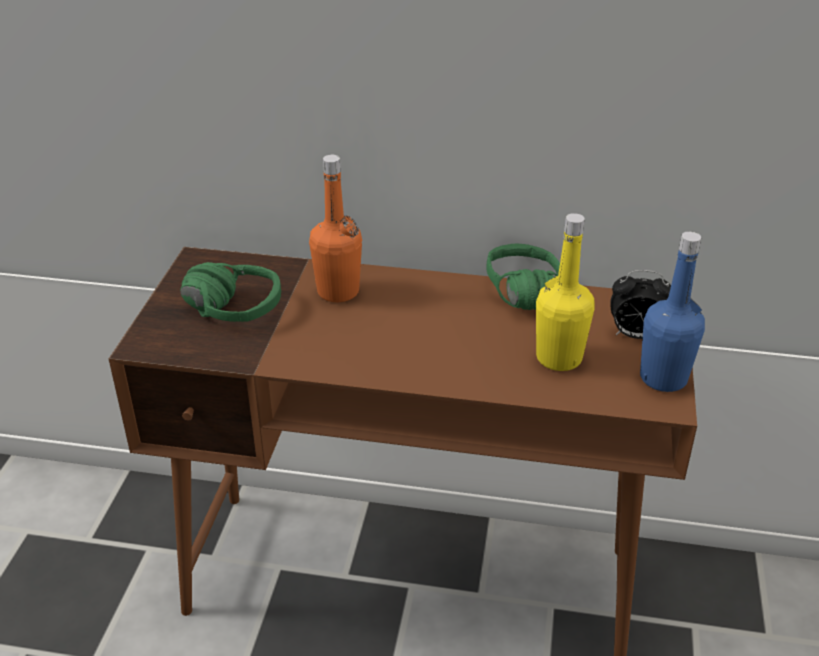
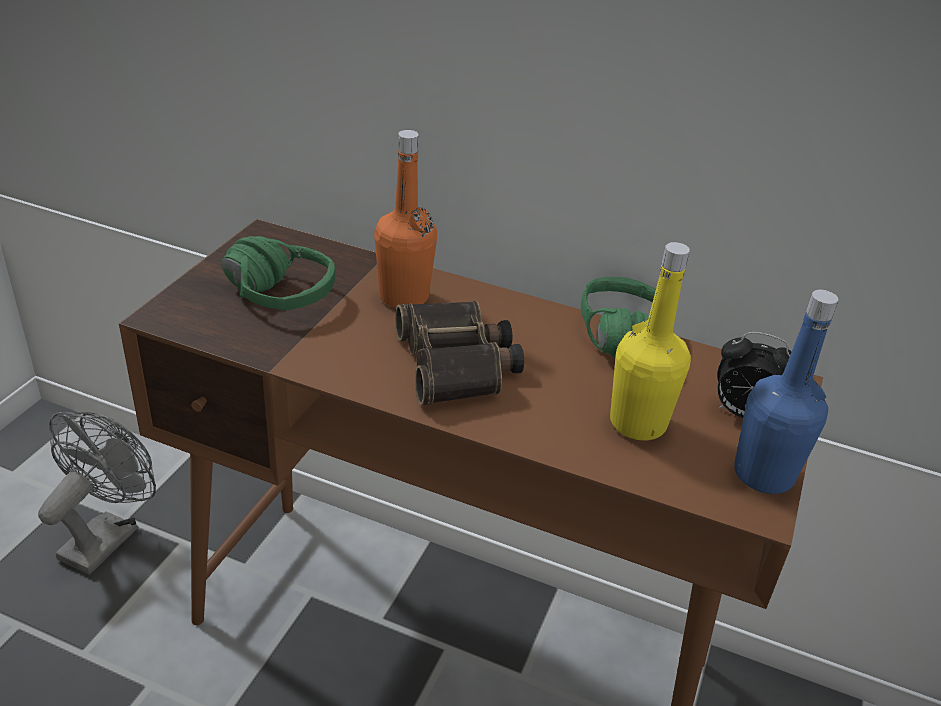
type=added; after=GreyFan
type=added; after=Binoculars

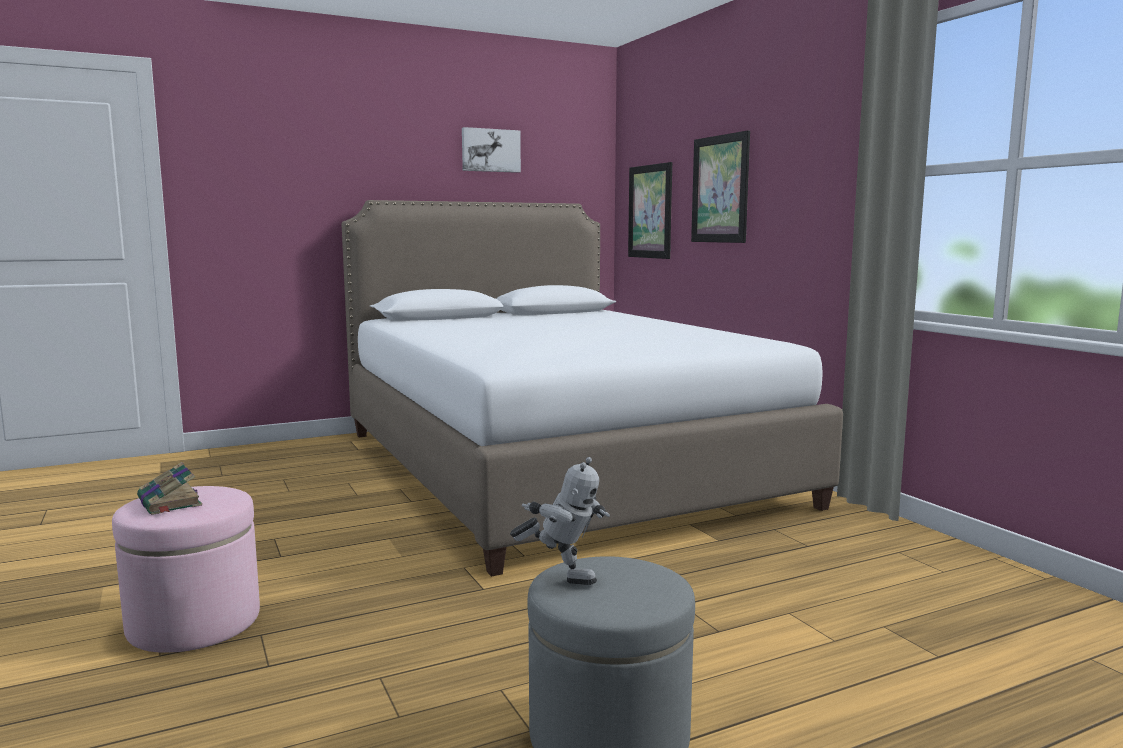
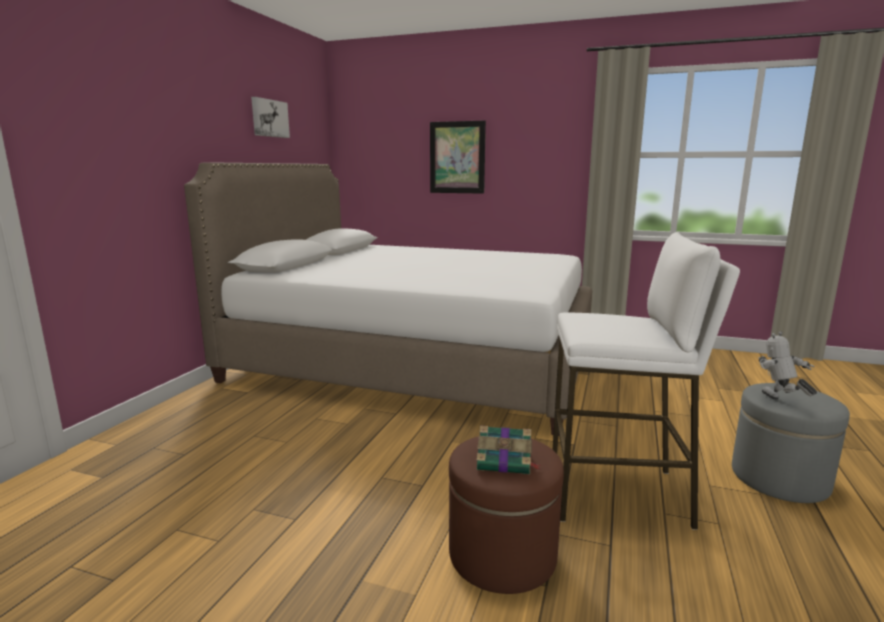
type=recoloured; before=PinkOttoman; after=BrownOttoman
type=turned; before=ToyRobot; turn=-90
type=removed; before=Picture (2nd from left)
type=added; after=WhiteStool

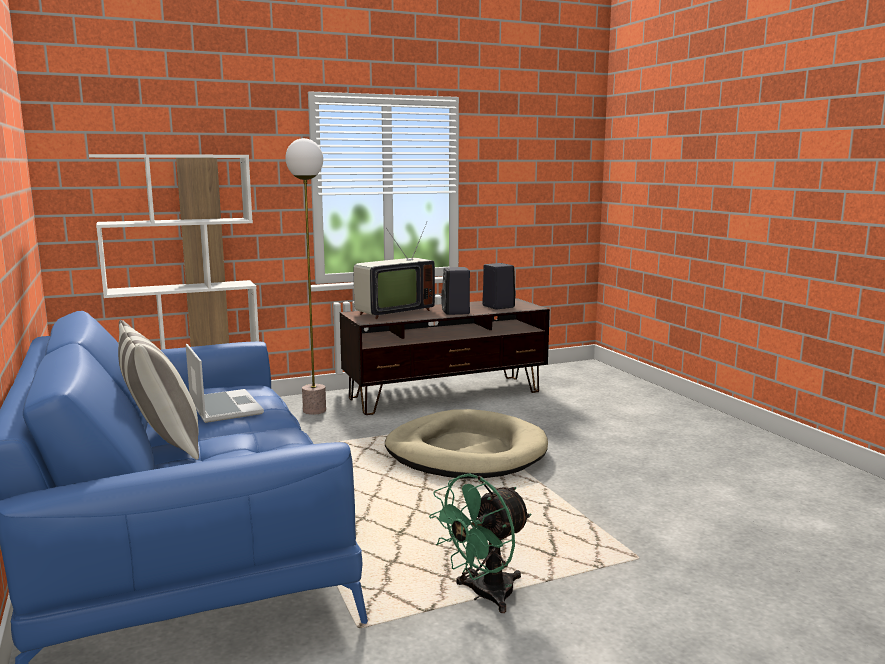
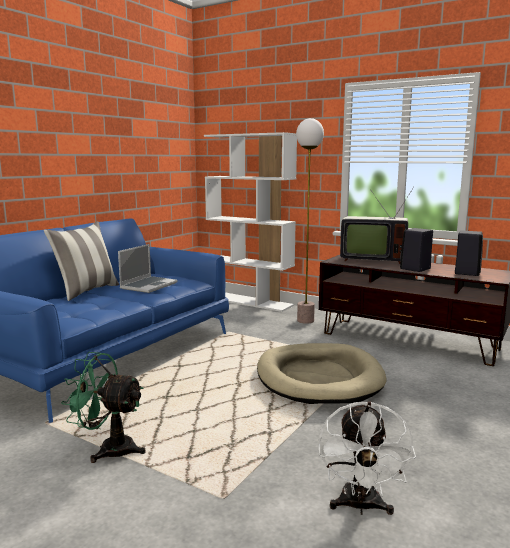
type=added; after=WhiteFan

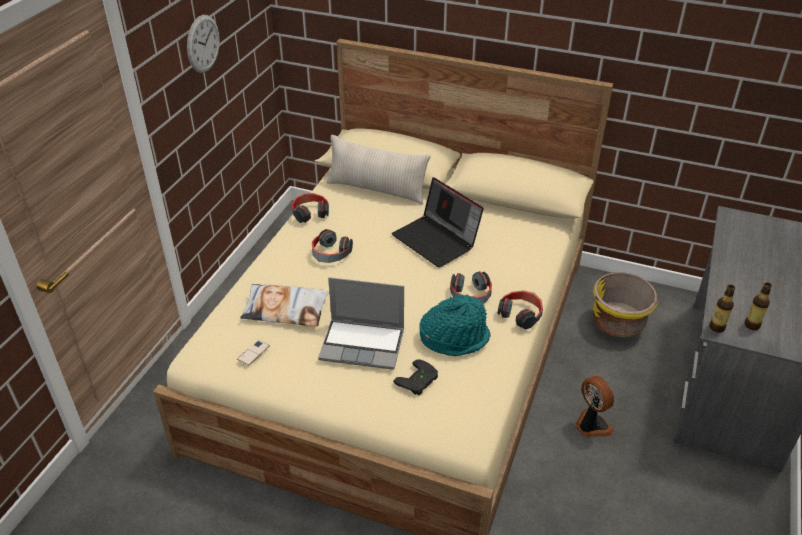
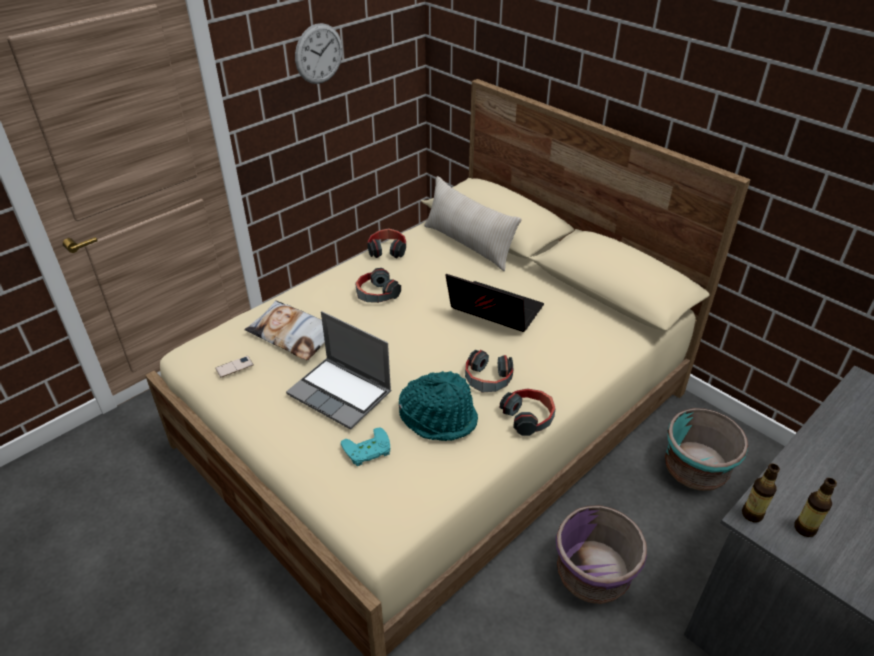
type=turned; before=Laptop (2nd from left); turn=135
type=recoloured; before=BlackGameController; after=TurquoiseGameController
type=replaced; before=Fan; after=PurplePlanter
type=recoloured; before=YellowPlanter; after=TurquoisePlanter

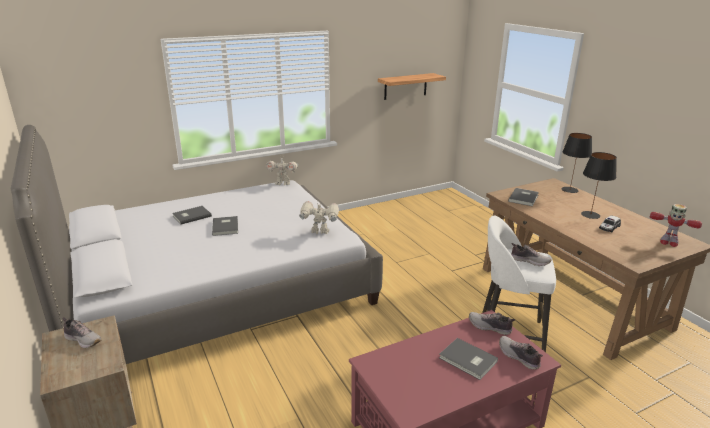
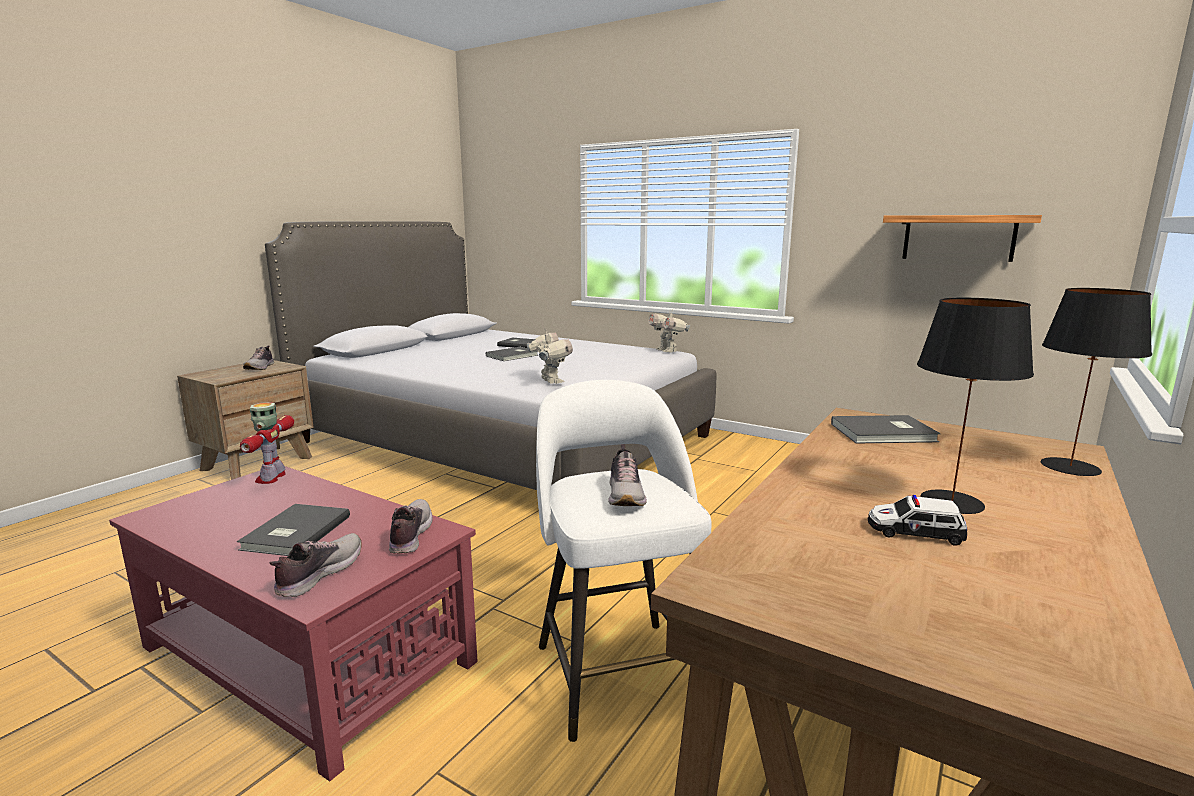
type=moved; before=ToyRobot (3rd from left in the first image); after=ToyRobot (1st from left)

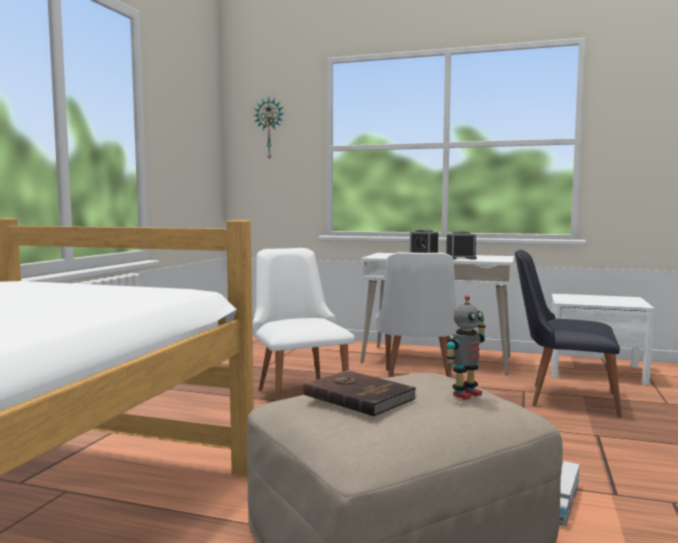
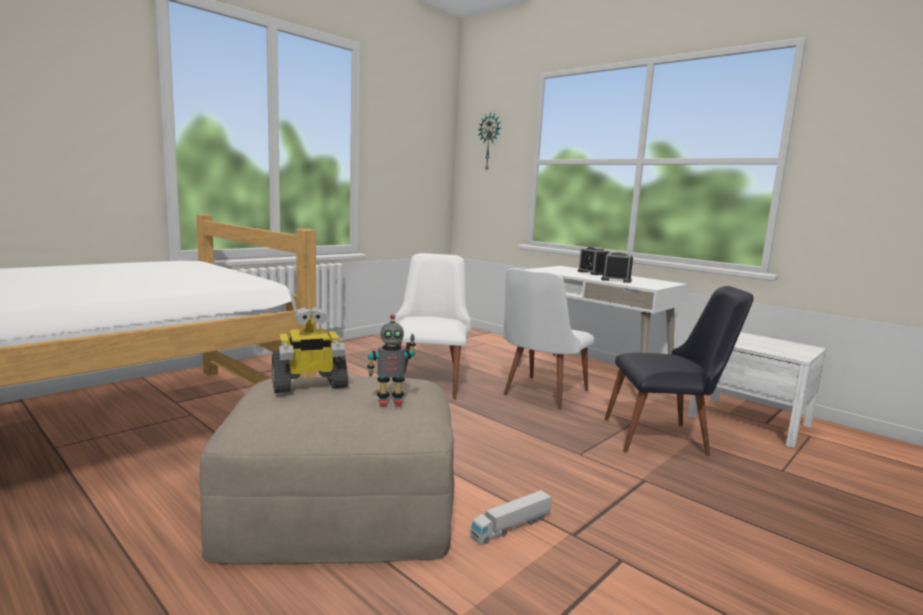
type=replaced; before=BrownBook; after=ToyRobot (1st from left)
type=turned; before=BlackChair; turn=135

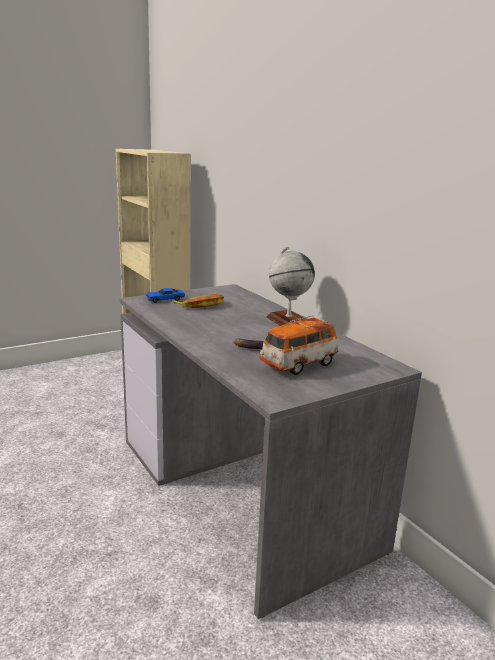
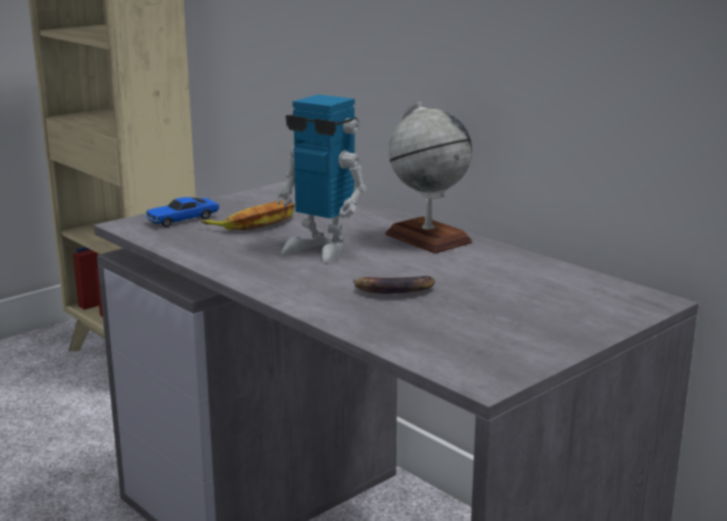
type=removed; before=ToyCar (2nd from left)
type=added; after=ToyRobot

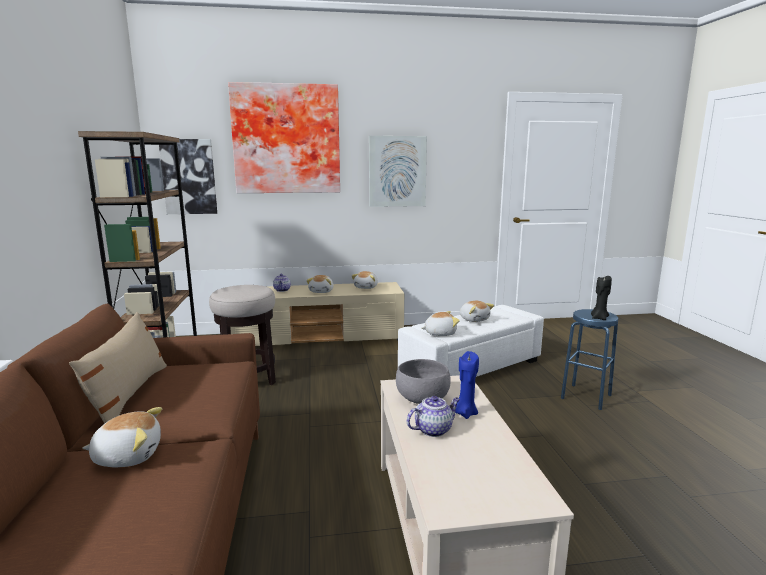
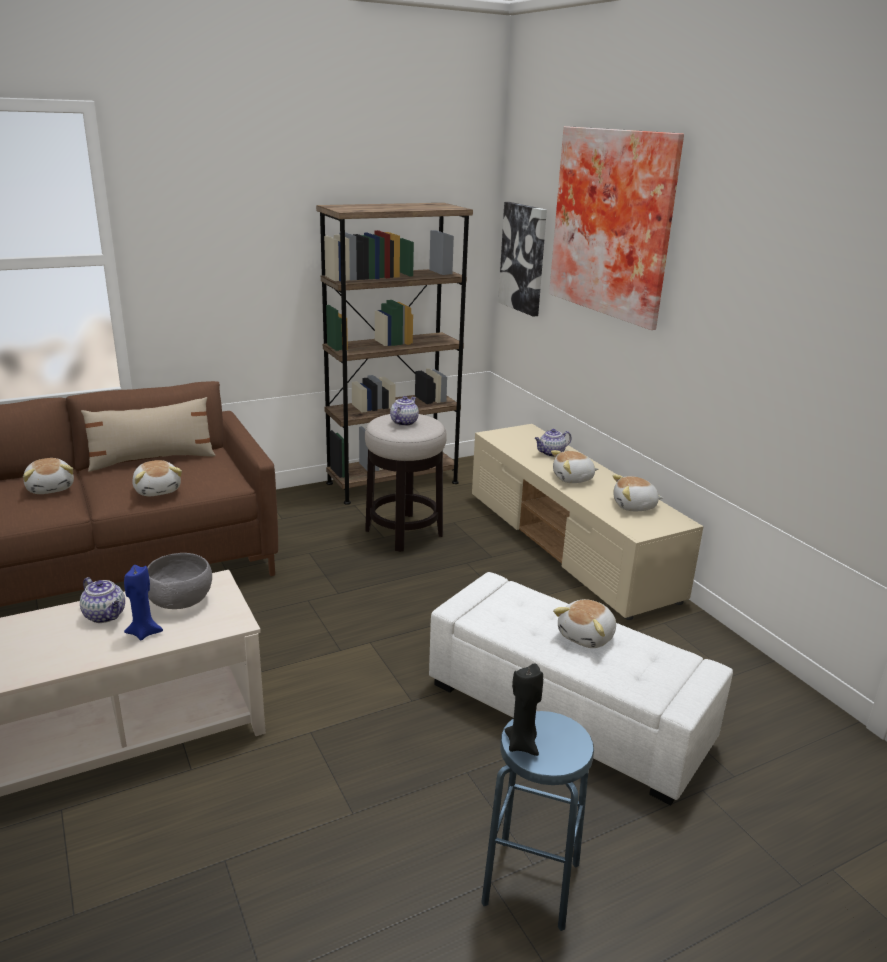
type=removed; before=Picture (3rd from left)
type=moved; before=PlushToy (4th from left in the first image); after=PlushToy (2nd from left)
type=added; after=Teapot (2nd from left)

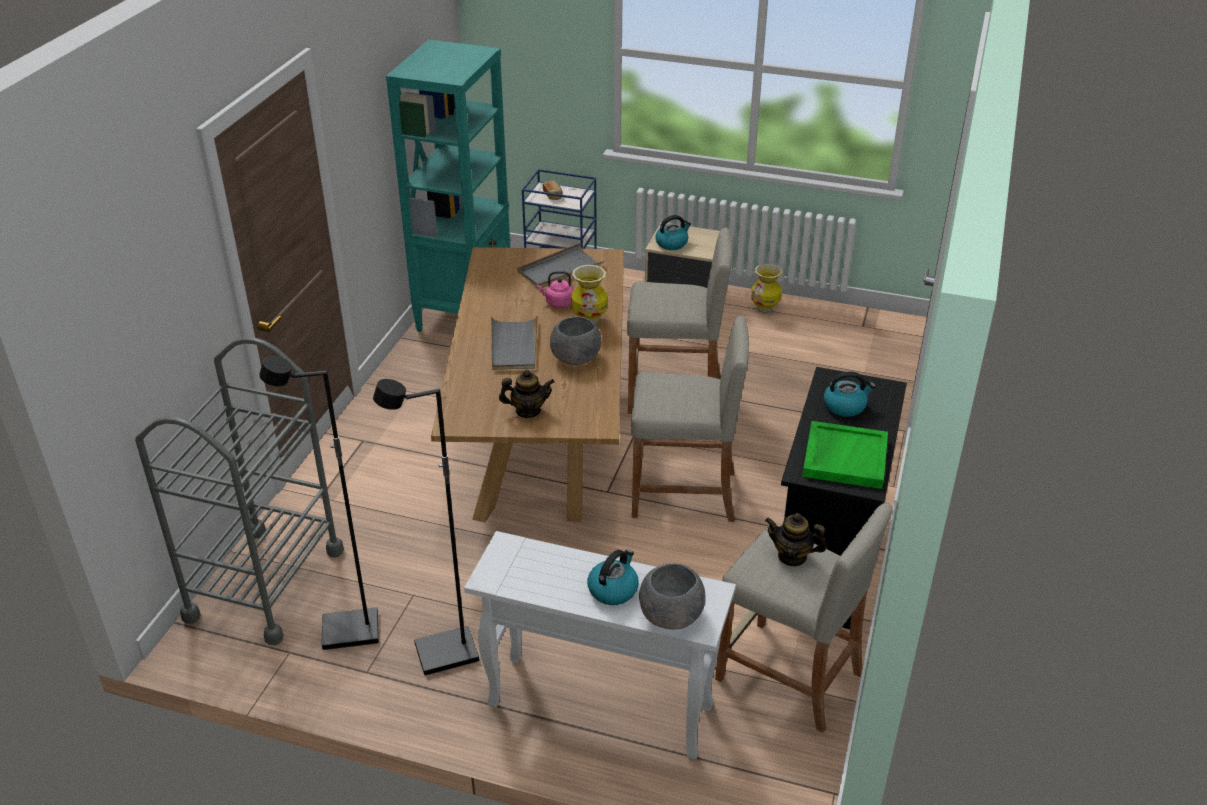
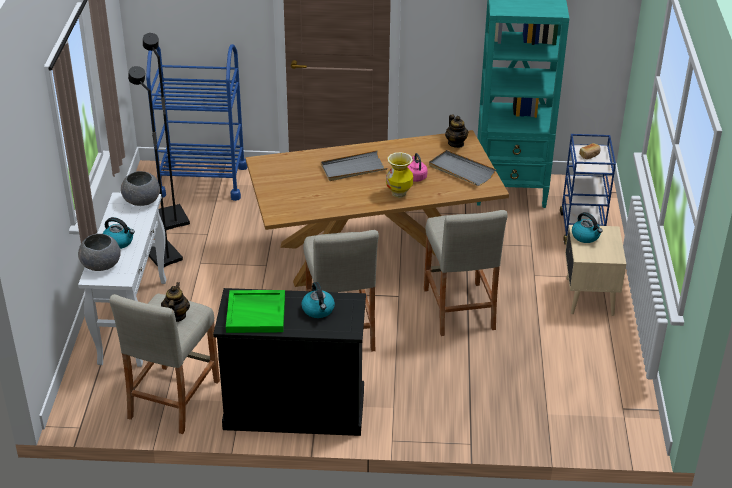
type=recoloured; before=GreyCart; after=BlueCart (1st from left)
type=moved; before=Teapot (1st from left in the first image); after=Teapot (2nd from left)
type=moved; before=GreyBowl (1st from left in the first image); after=GreyBowl (2nd from left)
type=removed; before=Vase (2nd from left)

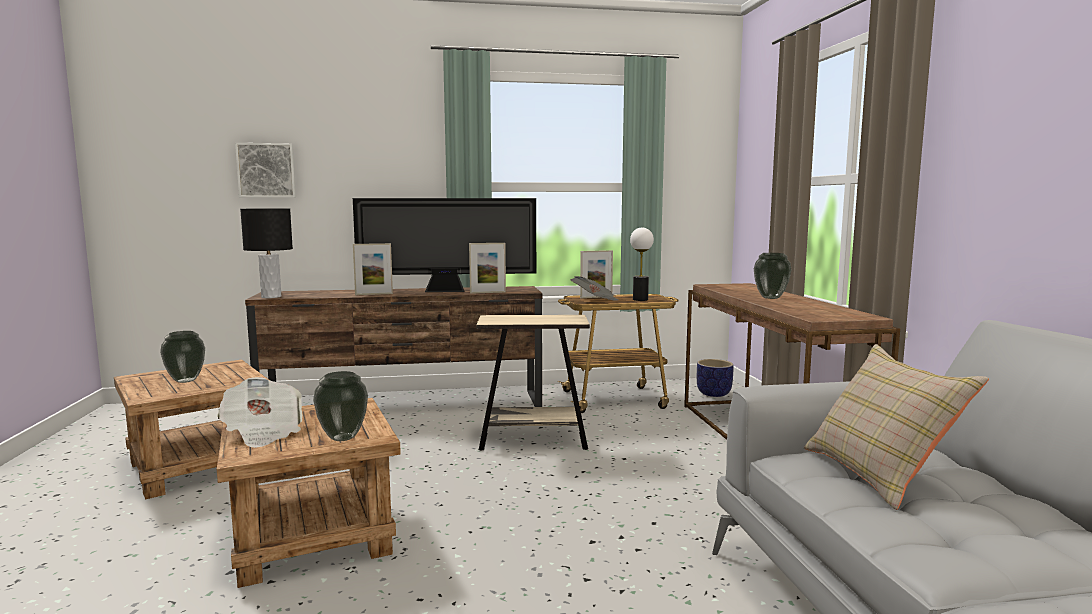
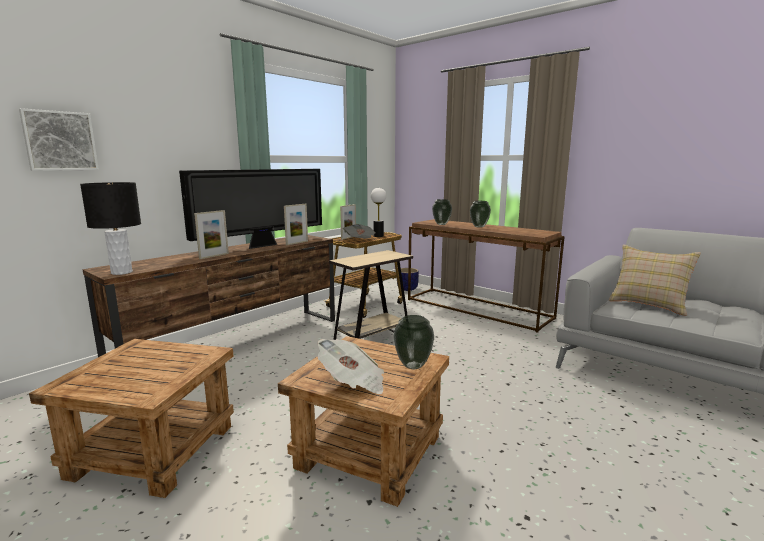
type=moved; before=Vase (1st from left in the first image); after=Vase (2nd from left)

